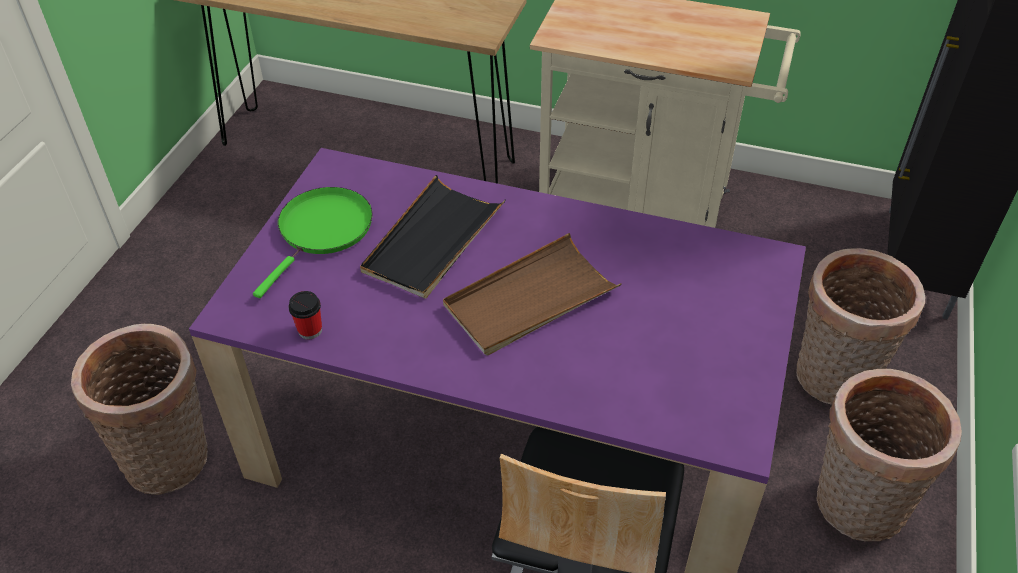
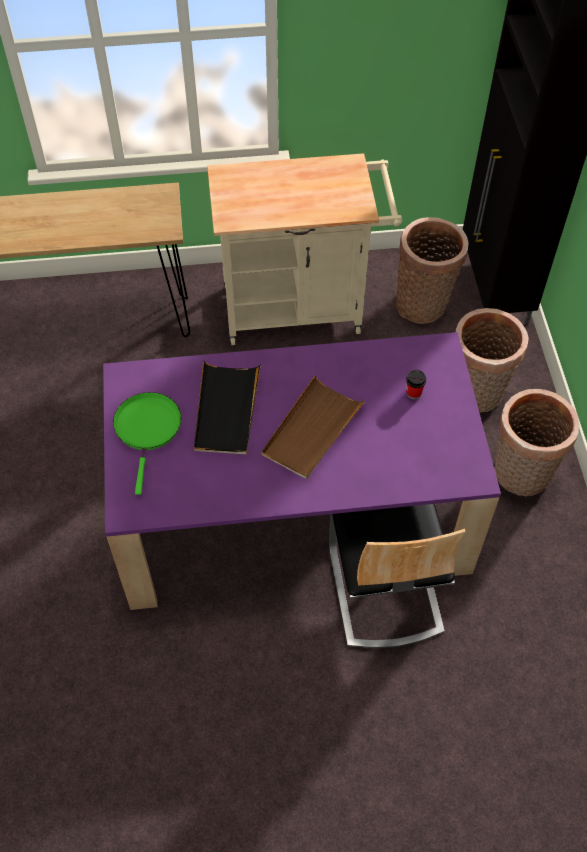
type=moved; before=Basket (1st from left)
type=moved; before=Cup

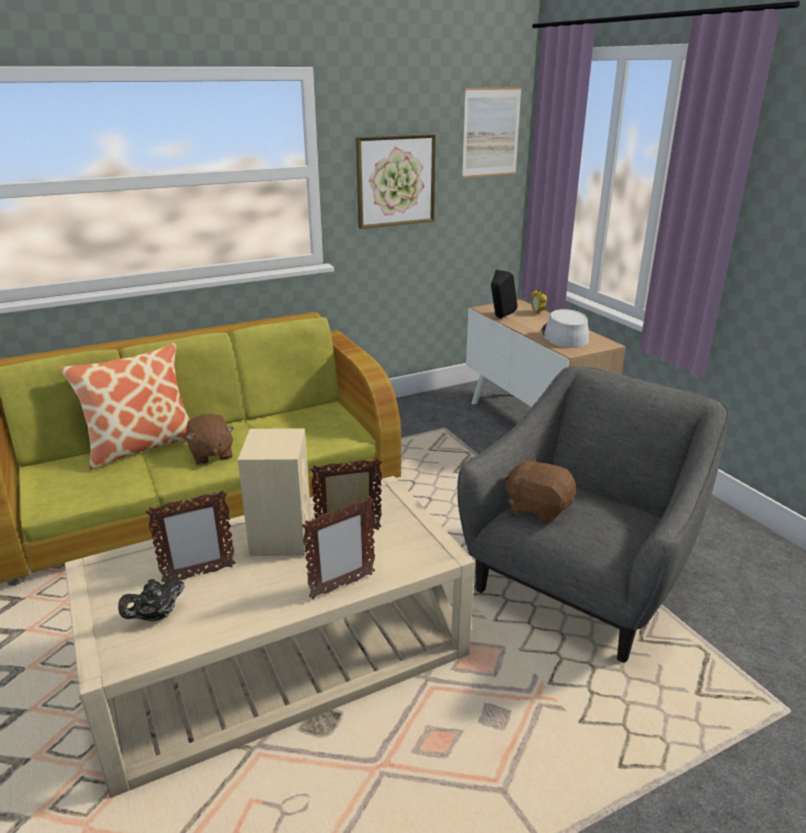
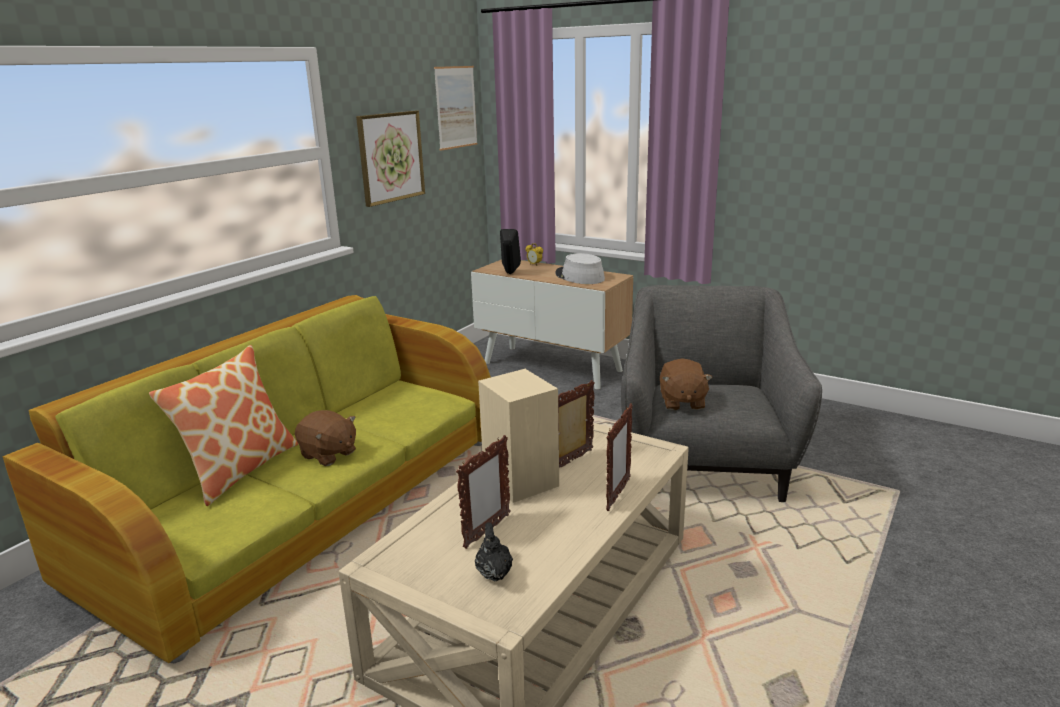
type=turned; before=BlackTeapot; turn=150
type=turned; before=BrownPlushToy (2nd from left); turn=-90

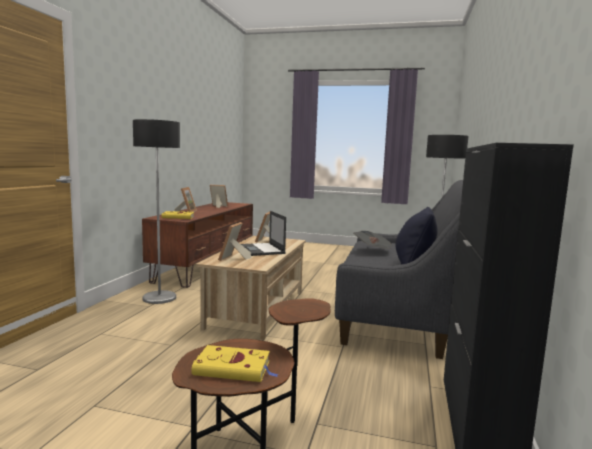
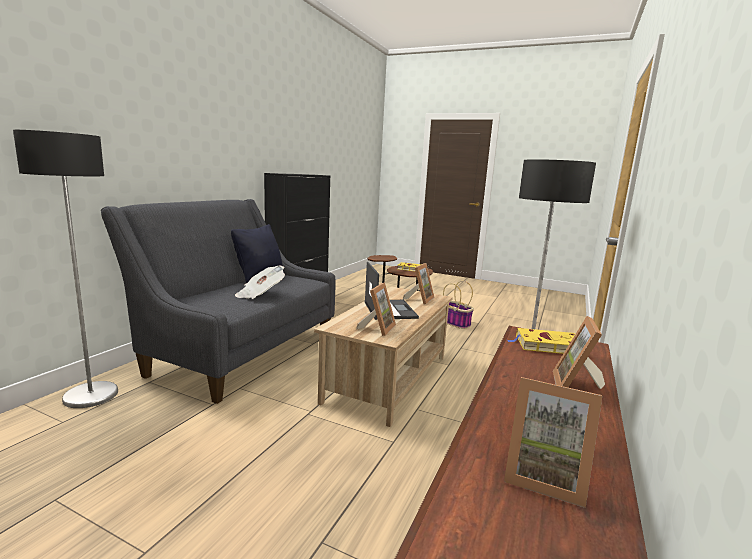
type=added; after=Basket

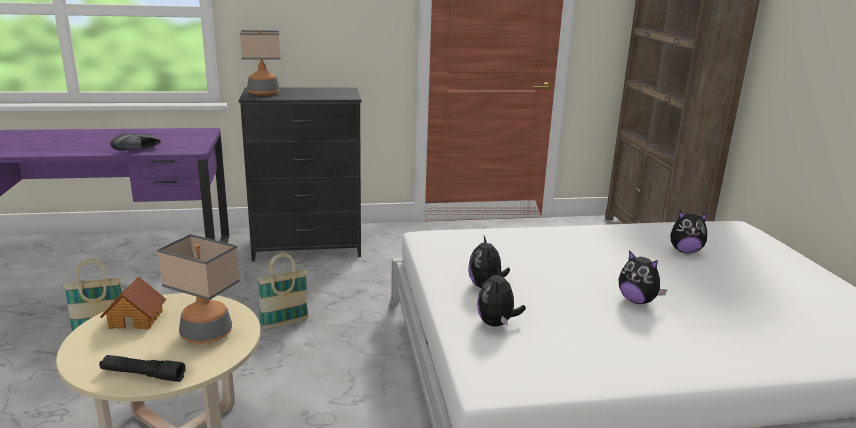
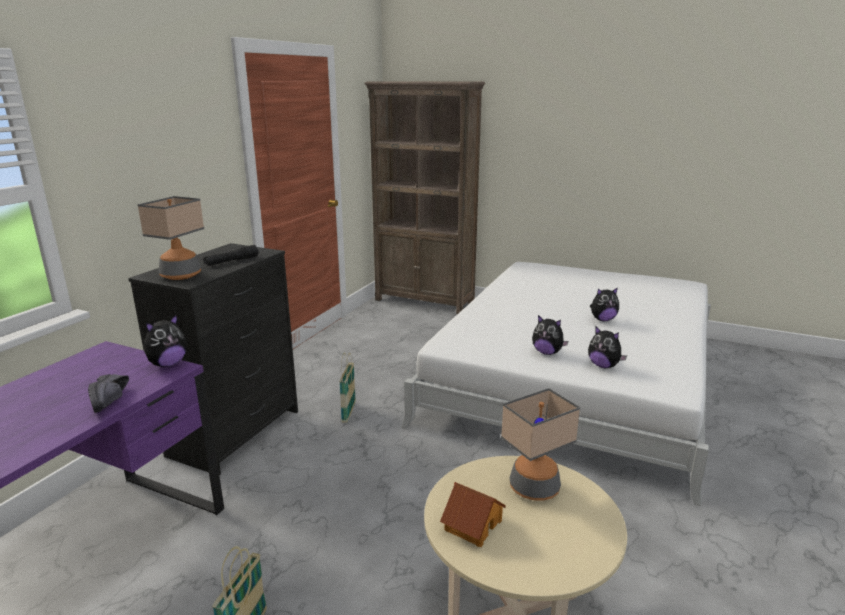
type=moved; before=BlackFlashlight
type=moved; before=Basket (2nd from left)
type=moved; before=PlushToy (4th from left in the first image); after=PlushToy (1st from left)

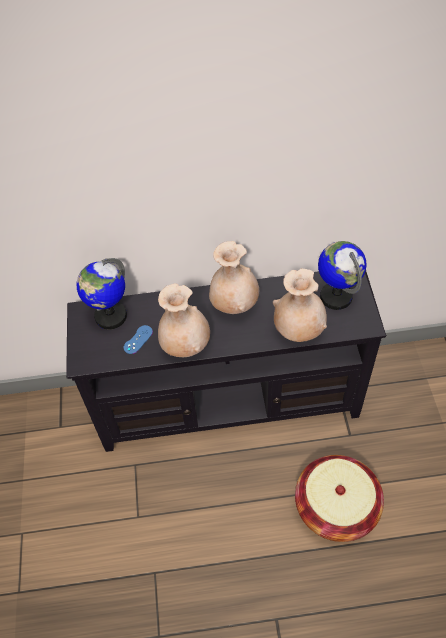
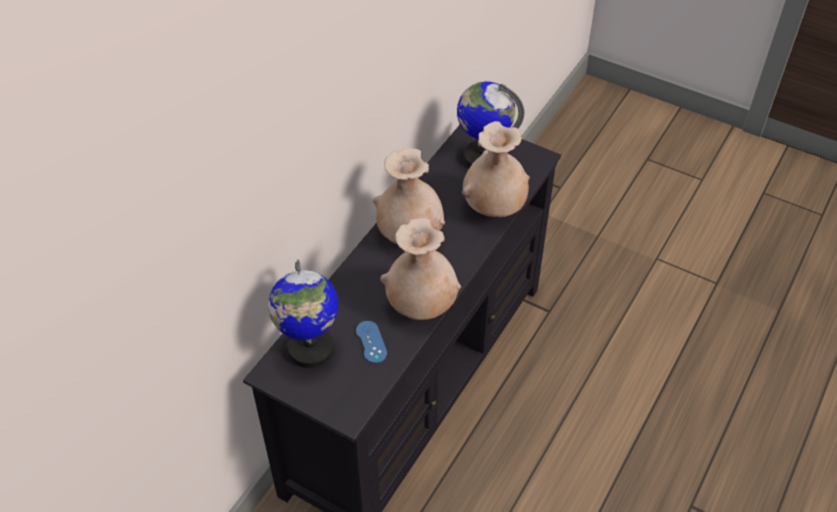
type=removed; before=Basket

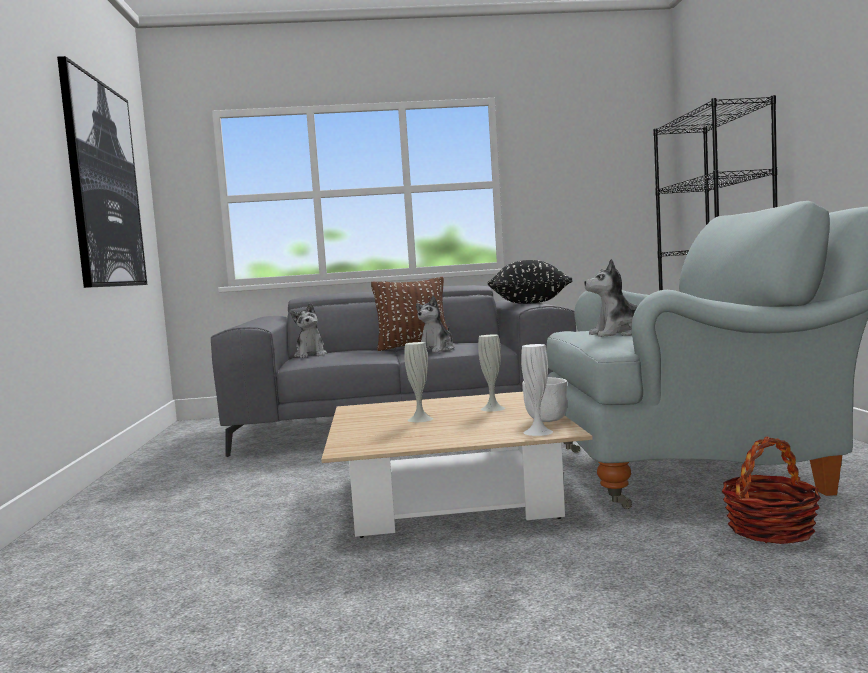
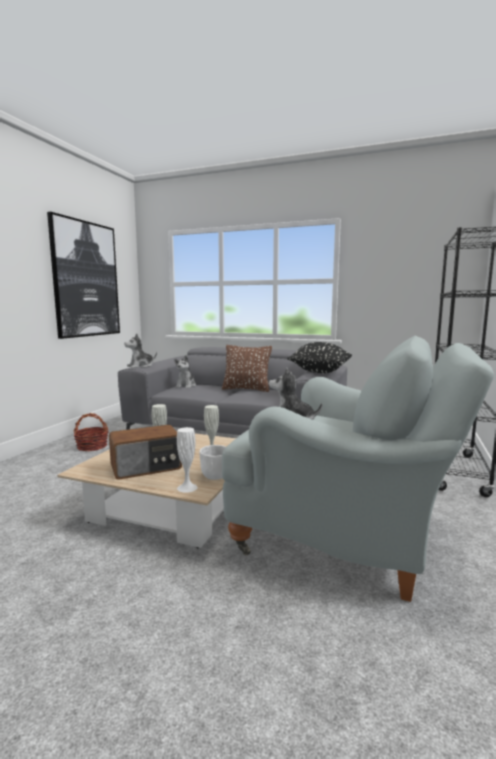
type=moved; before=PlushToy (2nd from left in the first image); after=PlushToy (1st from left)
type=moved; before=Basket
type=added; after=Radio

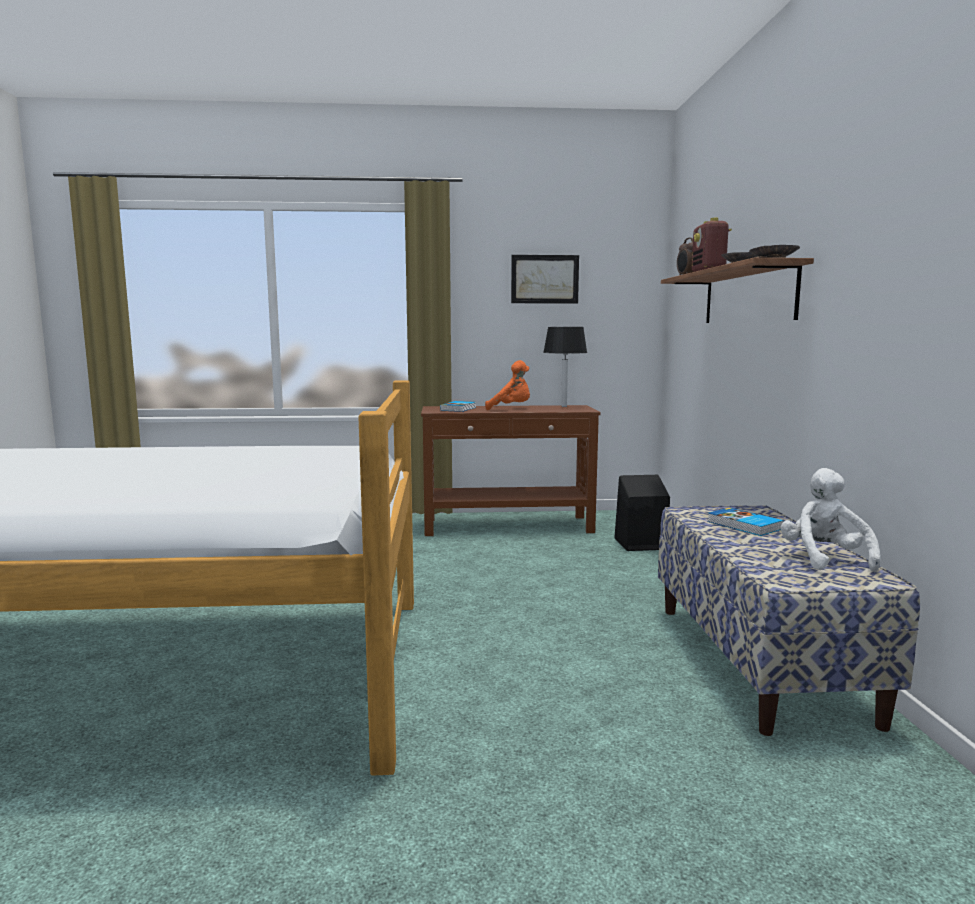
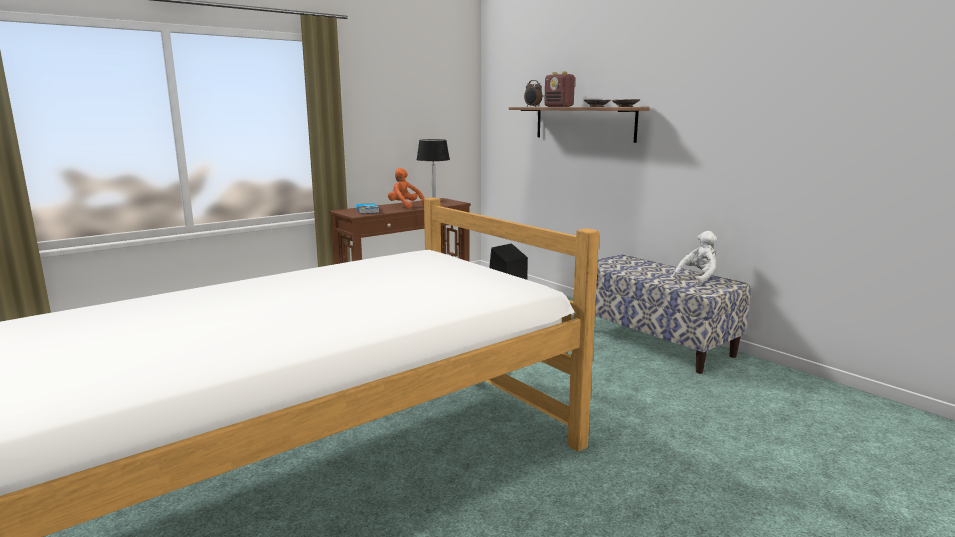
type=turned; before=OrangePlushToy; turn=-120
type=removed; before=Picture
type=removed; before=Book (2nd from left)
type=turned; before=WhitePlushToy; turn=90

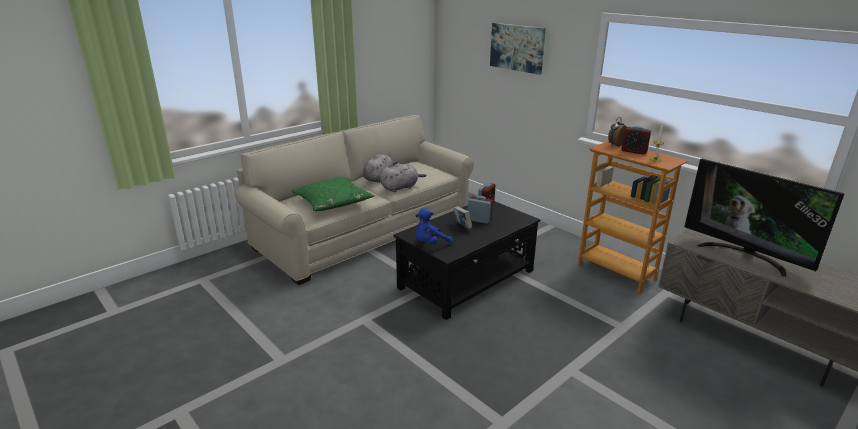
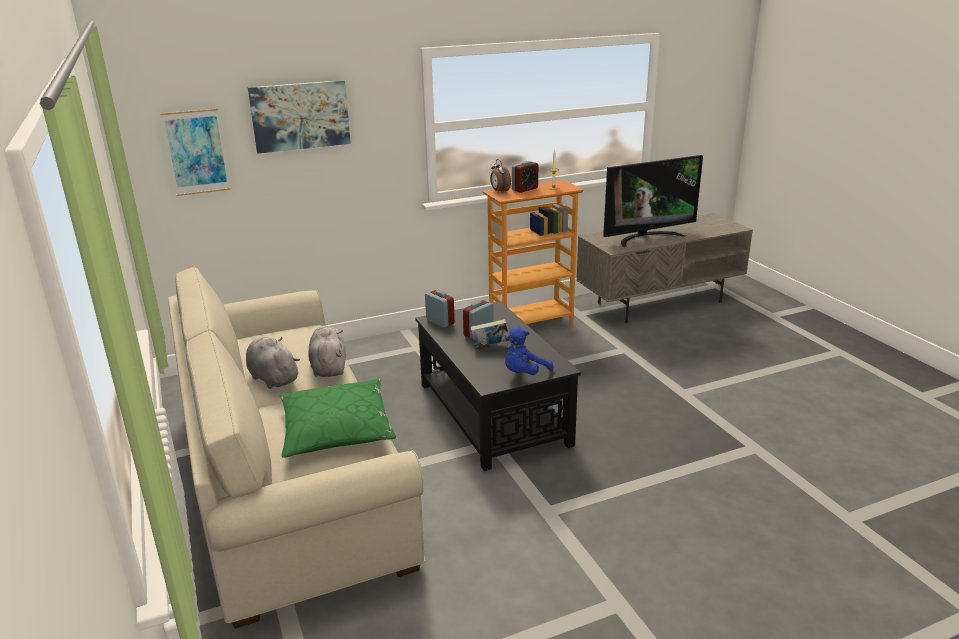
type=turned; before=BluePlushToy; turn=60
type=added; after=Picture (1st from left)

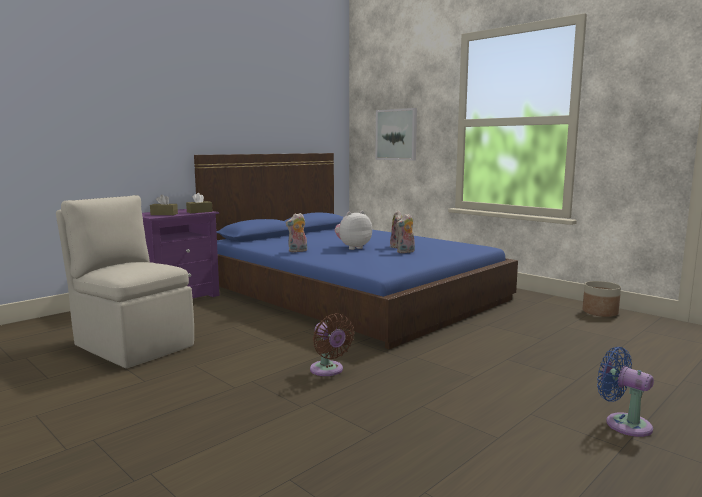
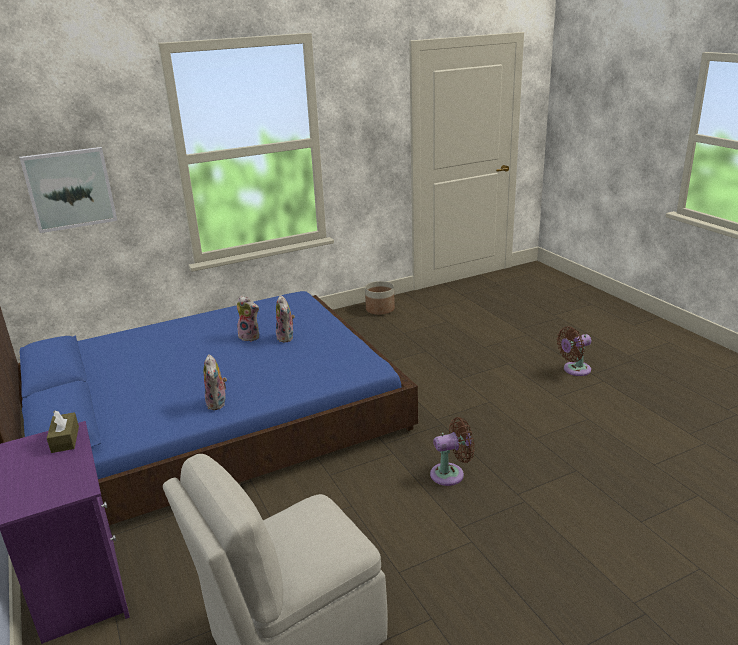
type=removed; before=BrownTissueBox (1st from left)
type=removed; before=PlushToy (2nd from left)
type=recoloured; before=BlueFan; after=BrownFan (2nd from left)

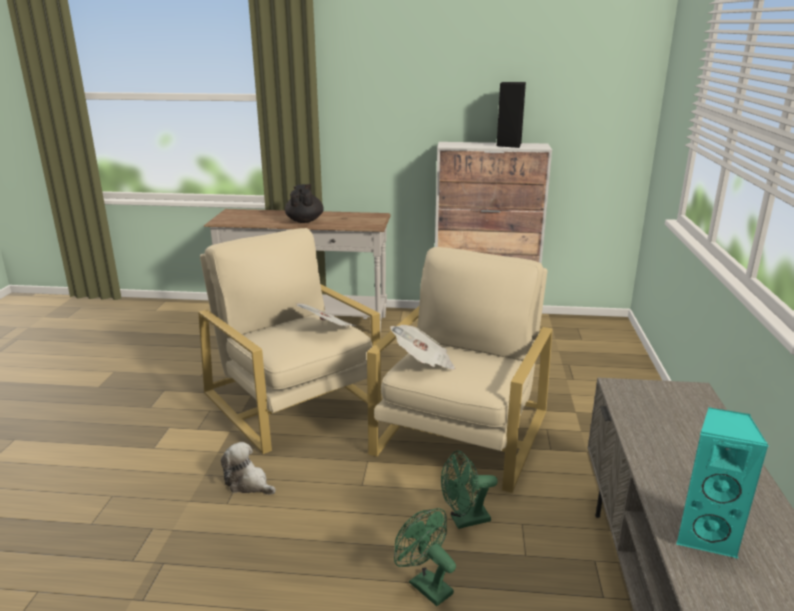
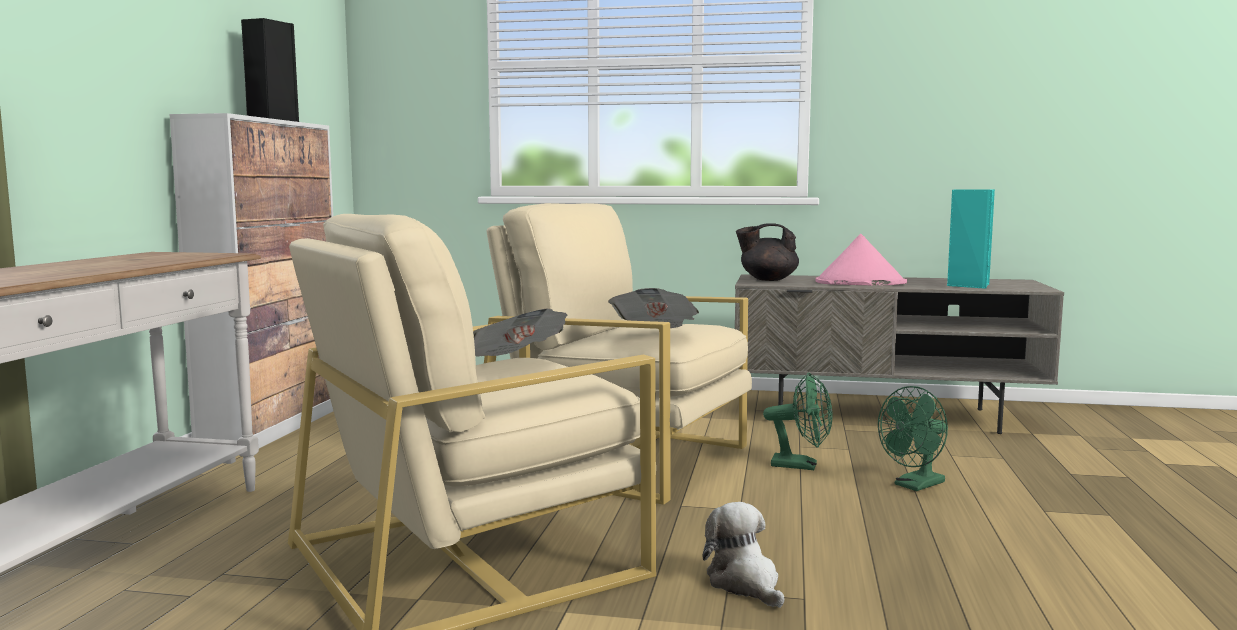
type=turned; before=PlushToy; turn=120
type=moved; before=BlackTeapot
type=turned; before=GreenFan (2nd from left in the first image); turn=-60
type=added; after=PinkHat

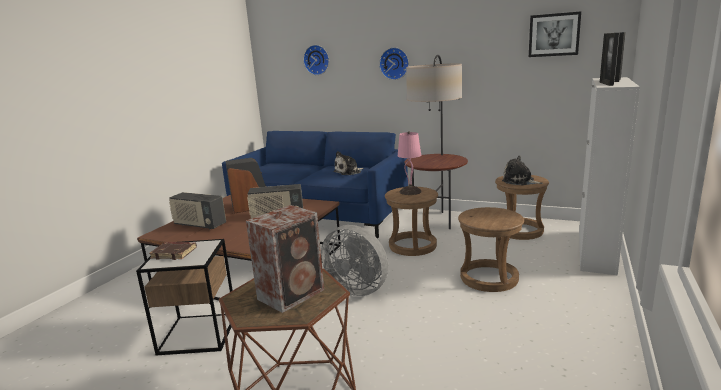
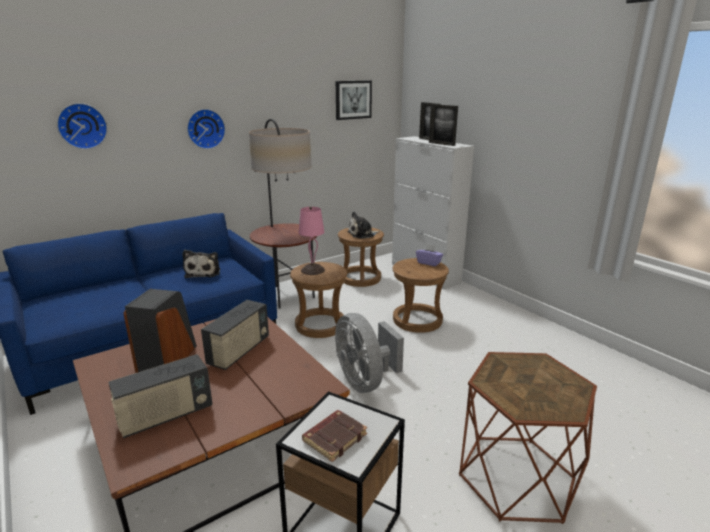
type=removed; before=Speaker (2nd from left)
type=turned; before=GreyFan; turn=90
type=added; after=PurpleTissueBox

